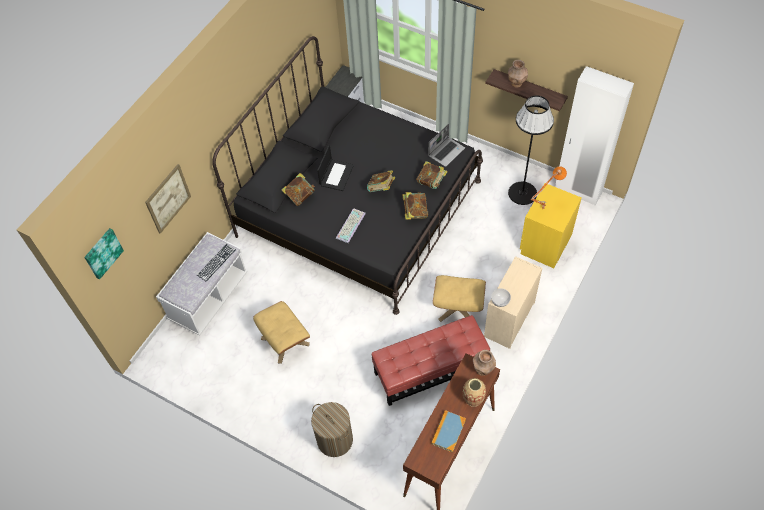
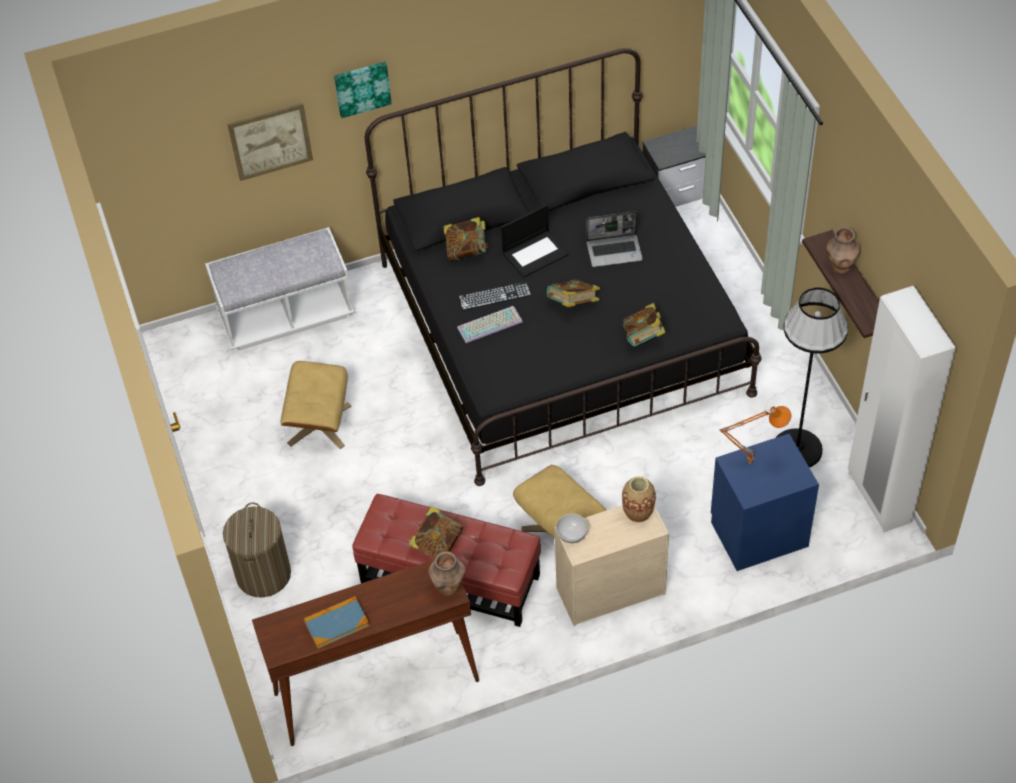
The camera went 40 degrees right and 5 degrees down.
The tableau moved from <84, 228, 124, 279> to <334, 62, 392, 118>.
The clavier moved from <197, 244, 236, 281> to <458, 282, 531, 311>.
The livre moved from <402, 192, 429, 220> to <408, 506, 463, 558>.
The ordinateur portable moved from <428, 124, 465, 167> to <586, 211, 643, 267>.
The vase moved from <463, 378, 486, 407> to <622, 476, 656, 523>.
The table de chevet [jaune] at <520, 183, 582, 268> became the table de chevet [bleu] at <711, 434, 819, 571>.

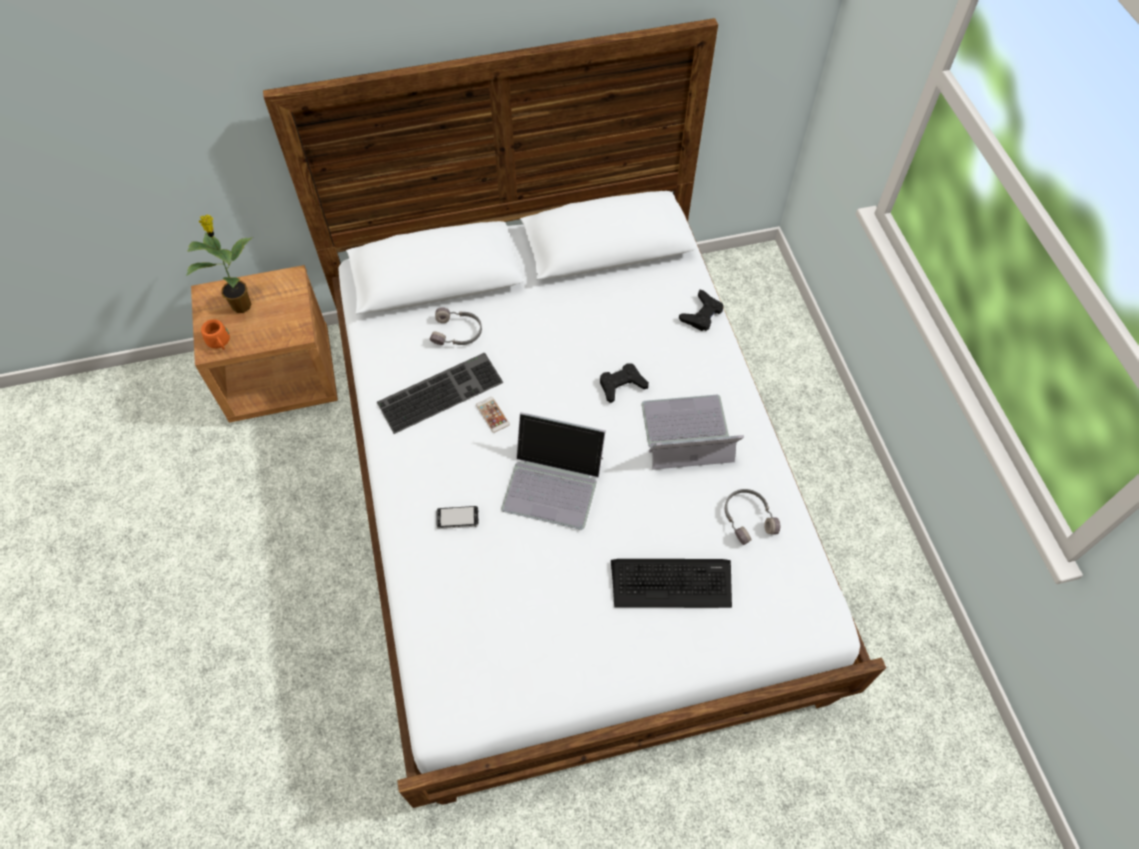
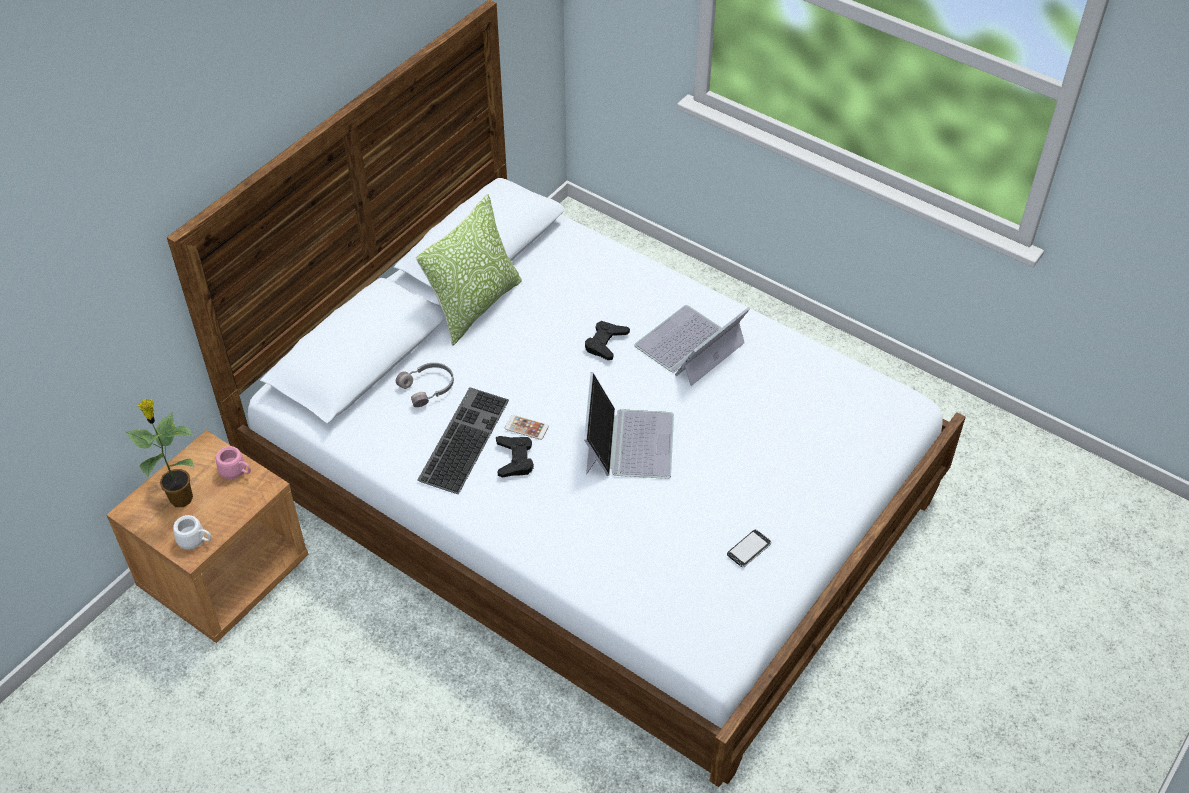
The camera went 40 degrees left and 10 degrees down.
The clavier at <611, 559, 732, 608> disappeared.
The casque audio [gris] at <725, 489, 780, 545> disappeared.
The mug [rose] at <216, 446, 251, 479> appeared.
The coussin at <416, 194, 522, 346> appeared.
The téléphone moved from <437, 506, 479, 529> to <727, 530, 772, 567>.
The manette [noir] moved from <679, 290, 723, 331> to <496, 436, 534, 478>.
The mug [orange] at <201, 319, 230, 350> became the mug [blanc] at <173, 515, 212, 550>.
The ordinateur portable at <501, 412, 606, 530> turned 60 degrees counterclockwise.

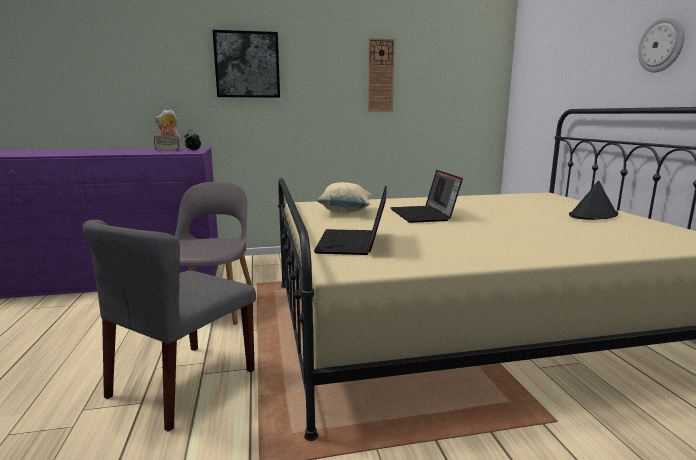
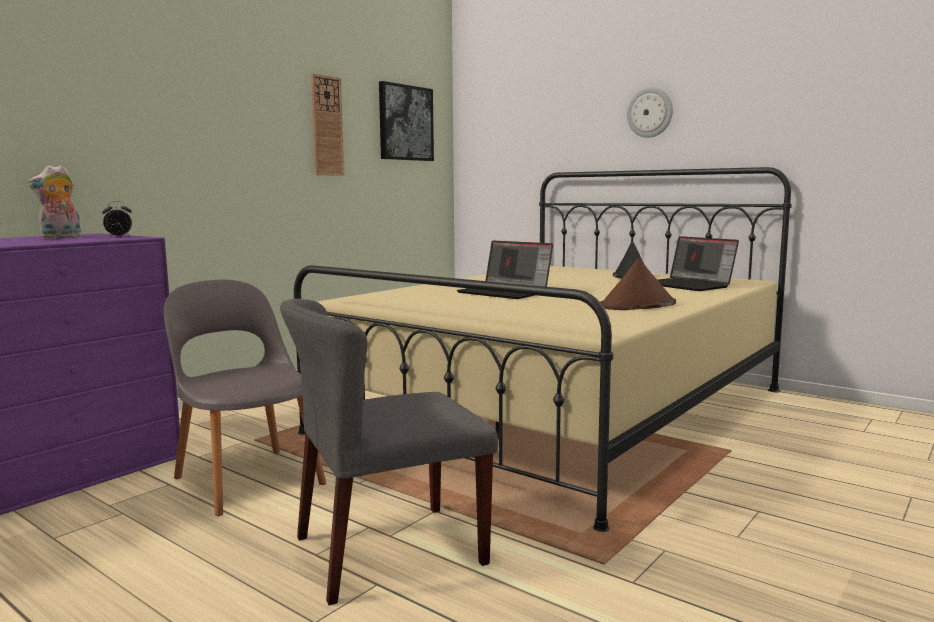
The camera went 40 degrees left and 5 degrees down.
The radio at <154, 124, 179, 152> disappeared.
The coussin [beige] at <317, 182, 372, 213> disappeared.
The chapeau [marron] at <600, 258, 676, 310> appeared.
The tableau moved from <212, 30, 280, 98> to <379, 81, 434, 161>.
The ordinateur portable moved from <314, 186, 387, 255> to <658, 236, 739, 291>.
The chaise [gris] at <82, 220, 256, 432> turned 75 degrees clockwise.

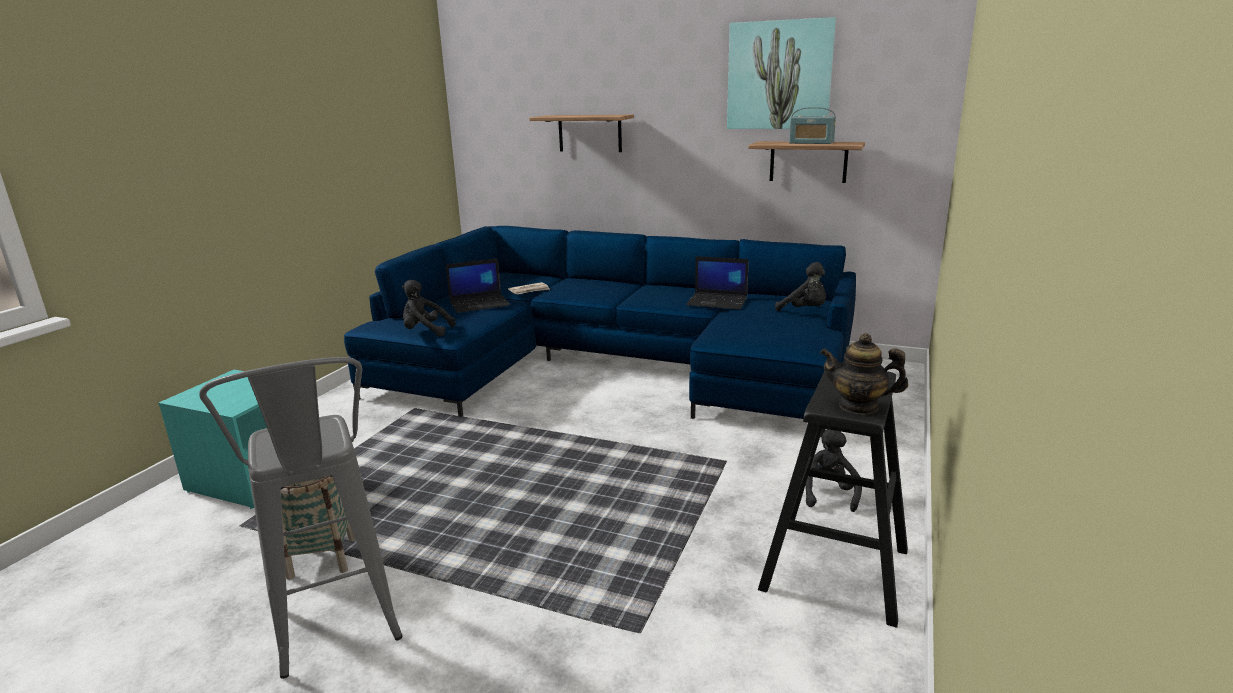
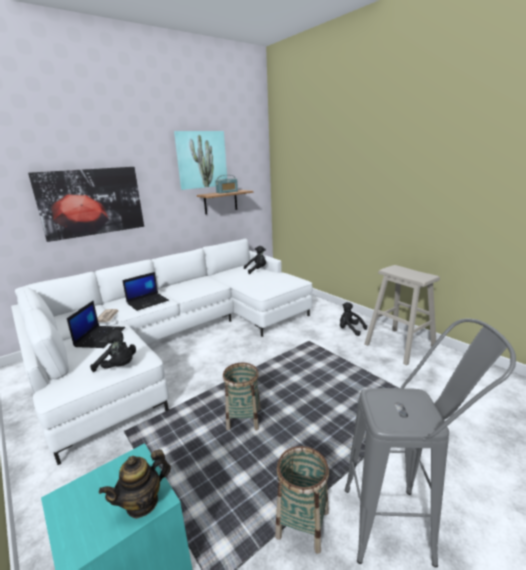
The camera went 60 degrees left and 0 degrees up.
The panier at <223, 363, 261, 431> appeared.
The ordinateur portable moved from <686, 256, 749, 309> to <122, 272, 169, 311>.
The théière moved from <820, 333, 908, 415> to <99, 449, 171, 519>.
The étagère at <529, 115, 634, 152> was replaced by the tableau at <28, 167, 144, 242>.
The canapé [bleu] at <344, 226, 856, 438> became the canapé [blanc] at <11, 239, 313, 465>.
The tabouret [noir] at <758, 371, 908, 628> became the tabouret [beige] at <364, 265, 440, 366>.
The peluche [noir] at <402, 280, 455, 336> turned 105 degrees counterclockwise.

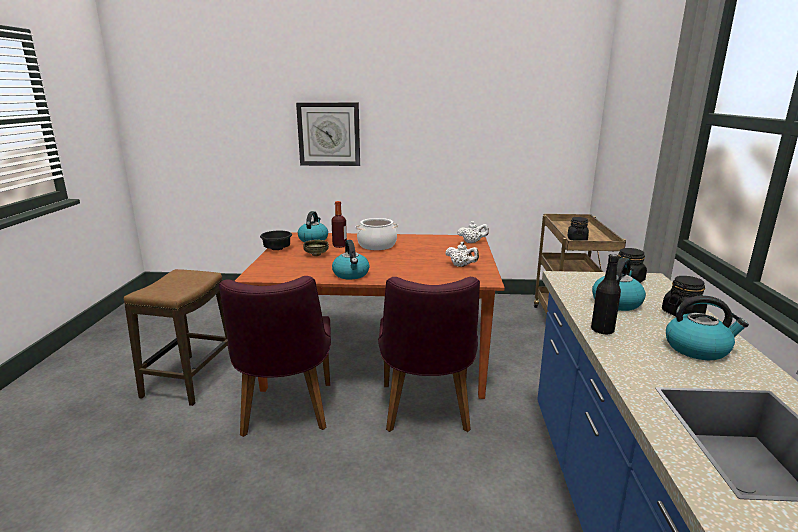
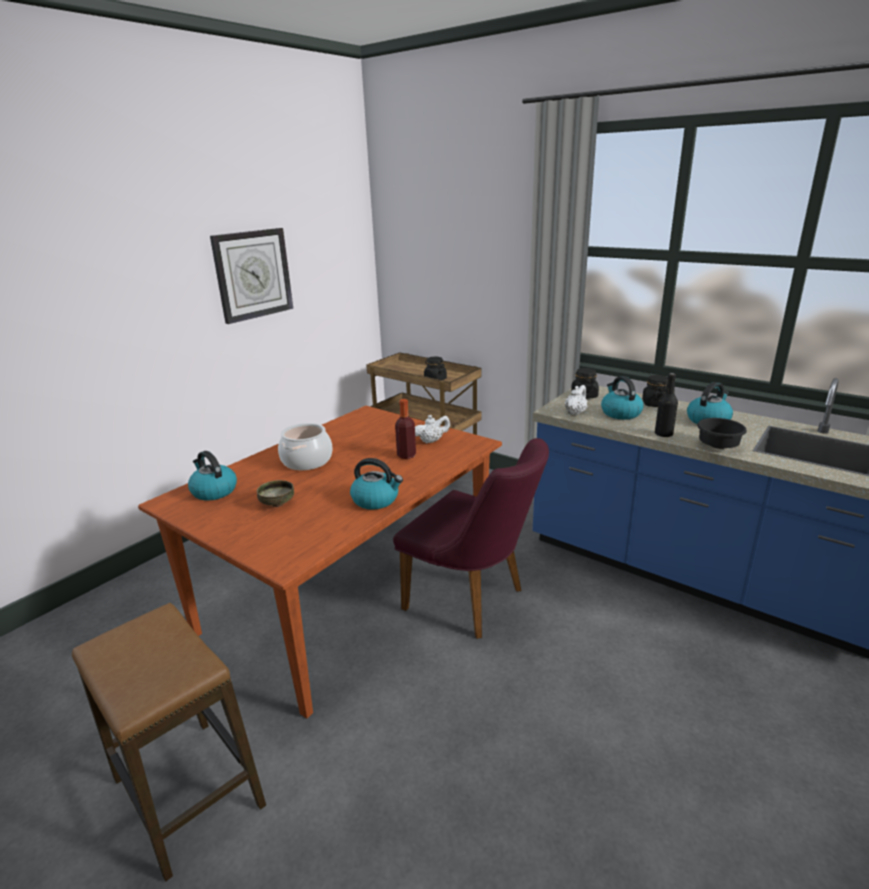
The camera went 55 degrees left and 5 degrees up.
The chaise [violet] at <219, 276, 331, 437> disappeared.
The bol [noir] moved from <260, 231, 292, 250> to <697, 418, 747, 449>.
The horloge murale moved from <296, 102, 360, 166> to <210, 228, 293, 324>.
The bouteille moved from <331, 201, 347, 248> to <395, 399, 416, 459>.
The théière [blanc] moved from <457, 221, 489, 243> to <565, 385, 588, 416>.

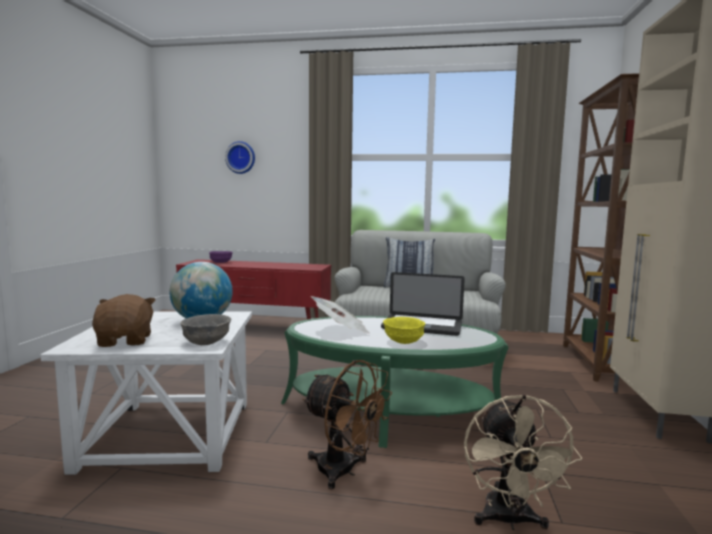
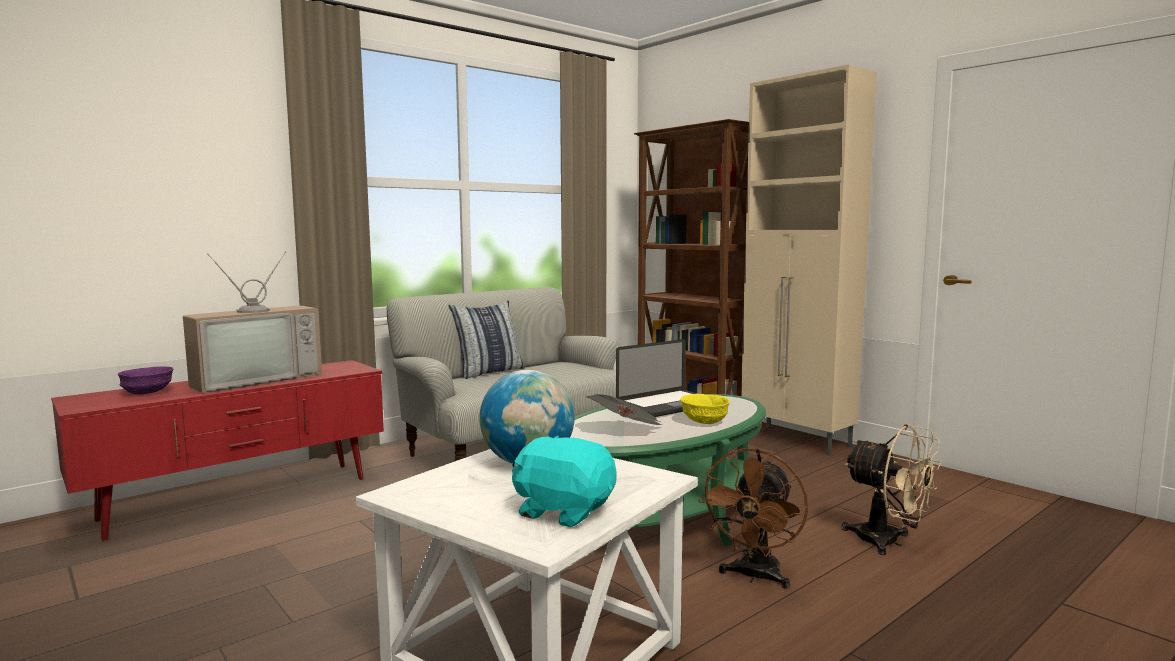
The camera went 50 degrees left and 0 degrees up.
The bol [gris] at <180, 314, 231, 345> disappeared.
The horloge murale at <225, 141, 255, 174> disappeared.
The téléviseur at <183, 251, 322, 393> appeared.
The peluche [marron] at <92, 294, 155, 347> became the peluche [turquoise] at <512, 436, 617, 527>.
The ventilateur [marron] at <302, 360, 392, 489> turned 135 degrees clockwise.

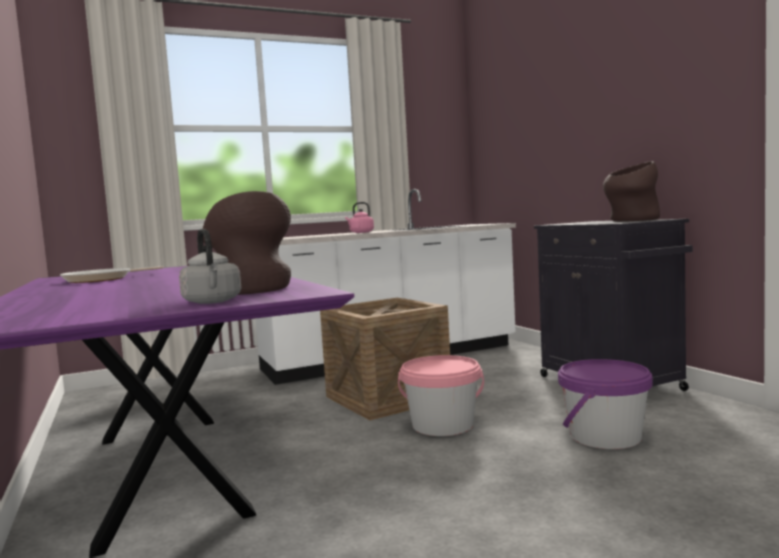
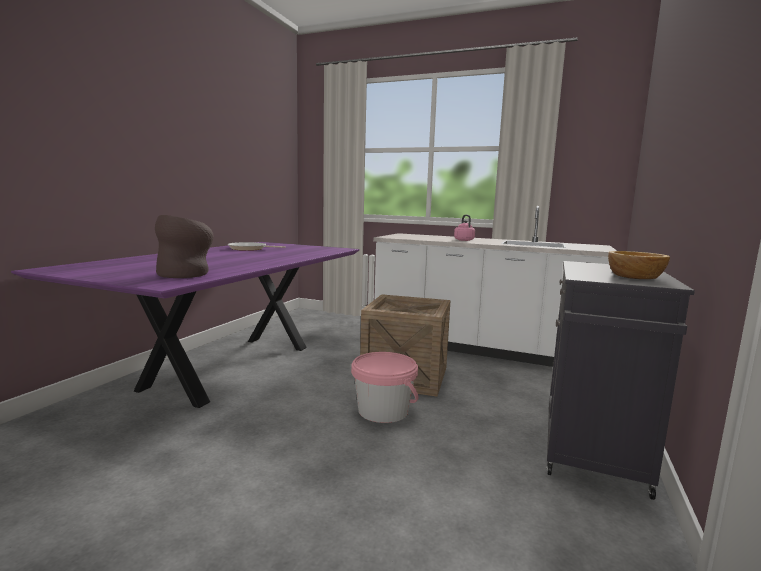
The camera went 45 degrees right and 5 degrees up.
The bouilloire [gris] at <179, 229, 242, 304> disappeared.
The seau [violet] at <558, 359, 653, 449> disappeared.
The vase [marron] at <603, 161, 660, 222> was replaced by the bol at <608, 251, 670, 279>.

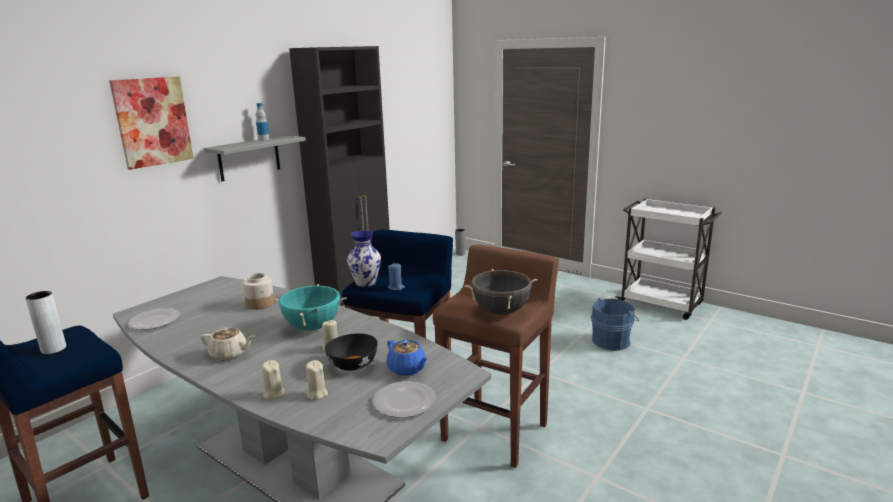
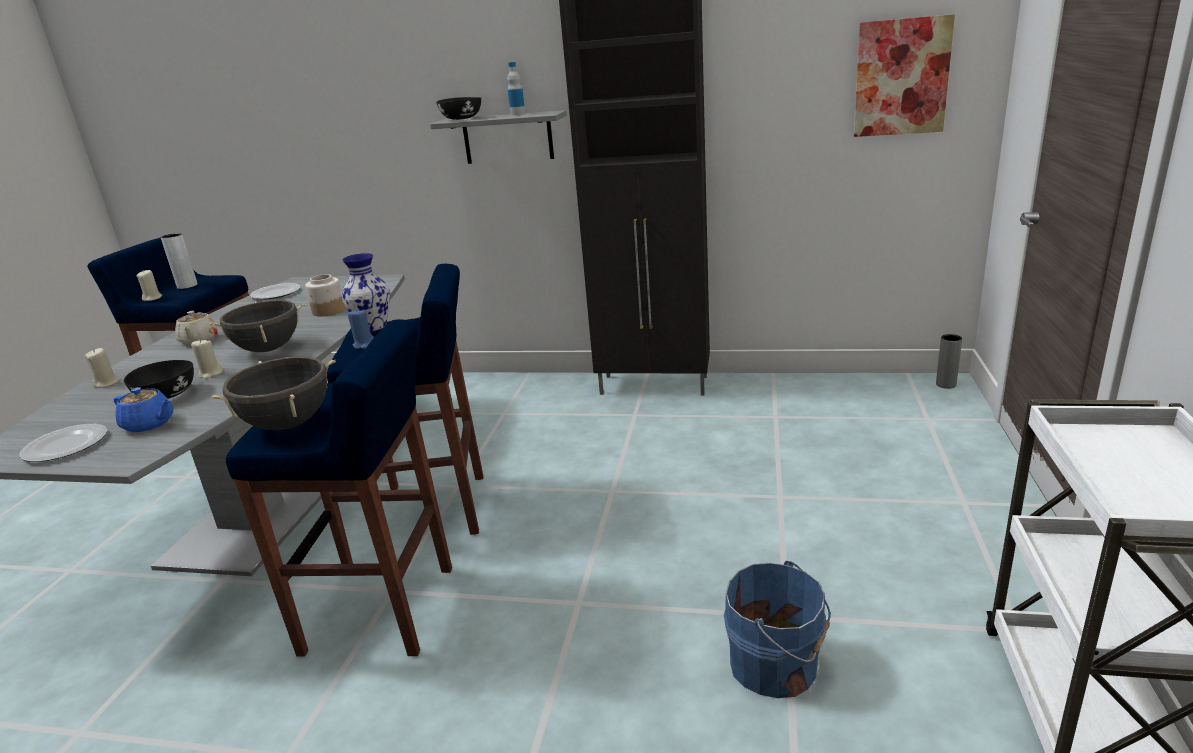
The camera went 65 degrees right and 5 degrees up.
The bol [noir] at <436, 97, 481, 120> appeared.
The tableau moved from <109, 77, 194, 170> to <853, 14, 955, 137>.
The bougie [beige] moved from <306, 360, 328, 400> to <137, 270, 162, 301>.
The marmite [turquoise] at <273, 284, 347, 331> became the marmite [noir] at <209, 300, 305, 352>.
The tabouret [marron] at <433, 244, 559, 468> became the tabouret [bleu] at <226, 319, 452, 657>.
The théière [bleu] at <386, 340, 427, 376> turned 90 degrees counterclockwise.

